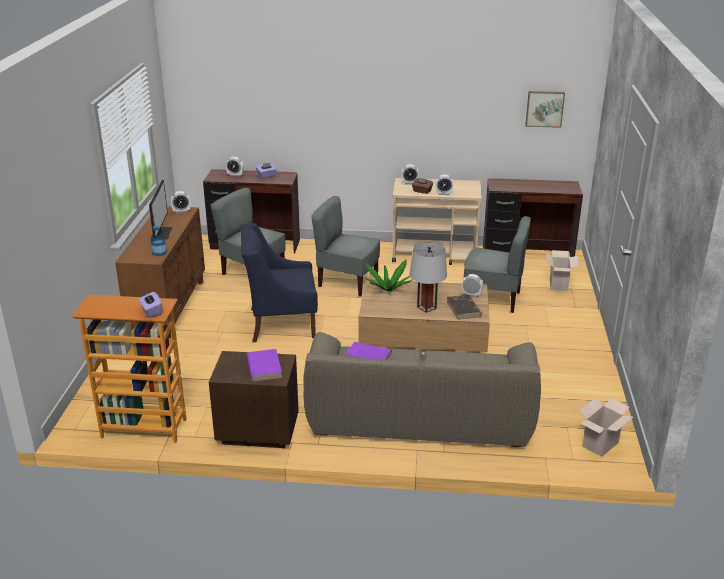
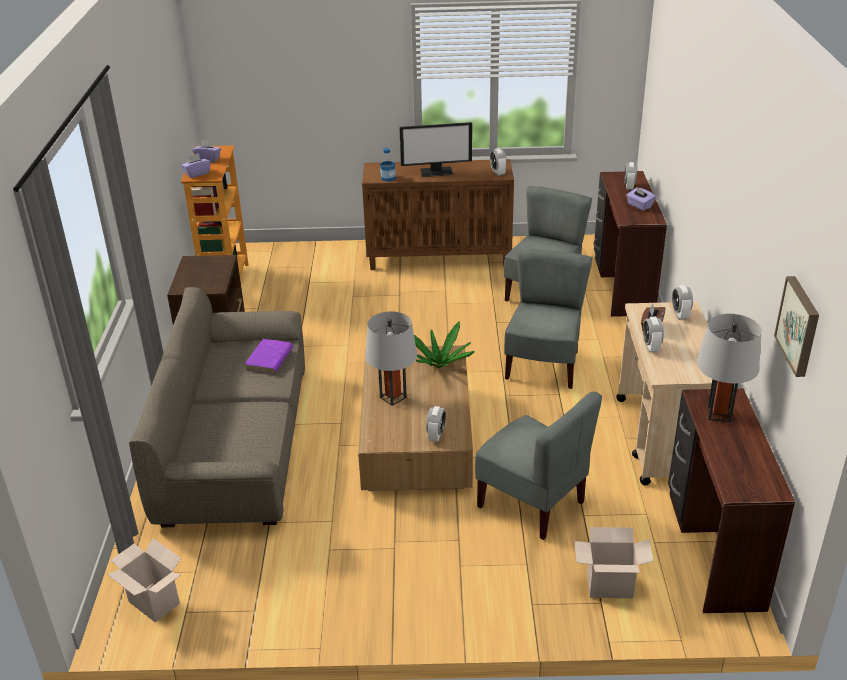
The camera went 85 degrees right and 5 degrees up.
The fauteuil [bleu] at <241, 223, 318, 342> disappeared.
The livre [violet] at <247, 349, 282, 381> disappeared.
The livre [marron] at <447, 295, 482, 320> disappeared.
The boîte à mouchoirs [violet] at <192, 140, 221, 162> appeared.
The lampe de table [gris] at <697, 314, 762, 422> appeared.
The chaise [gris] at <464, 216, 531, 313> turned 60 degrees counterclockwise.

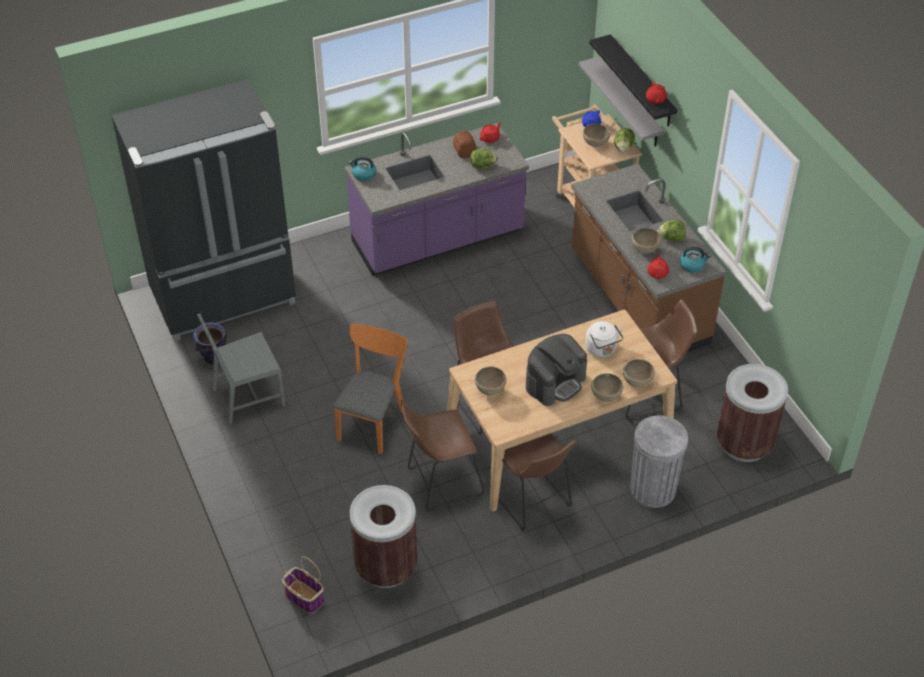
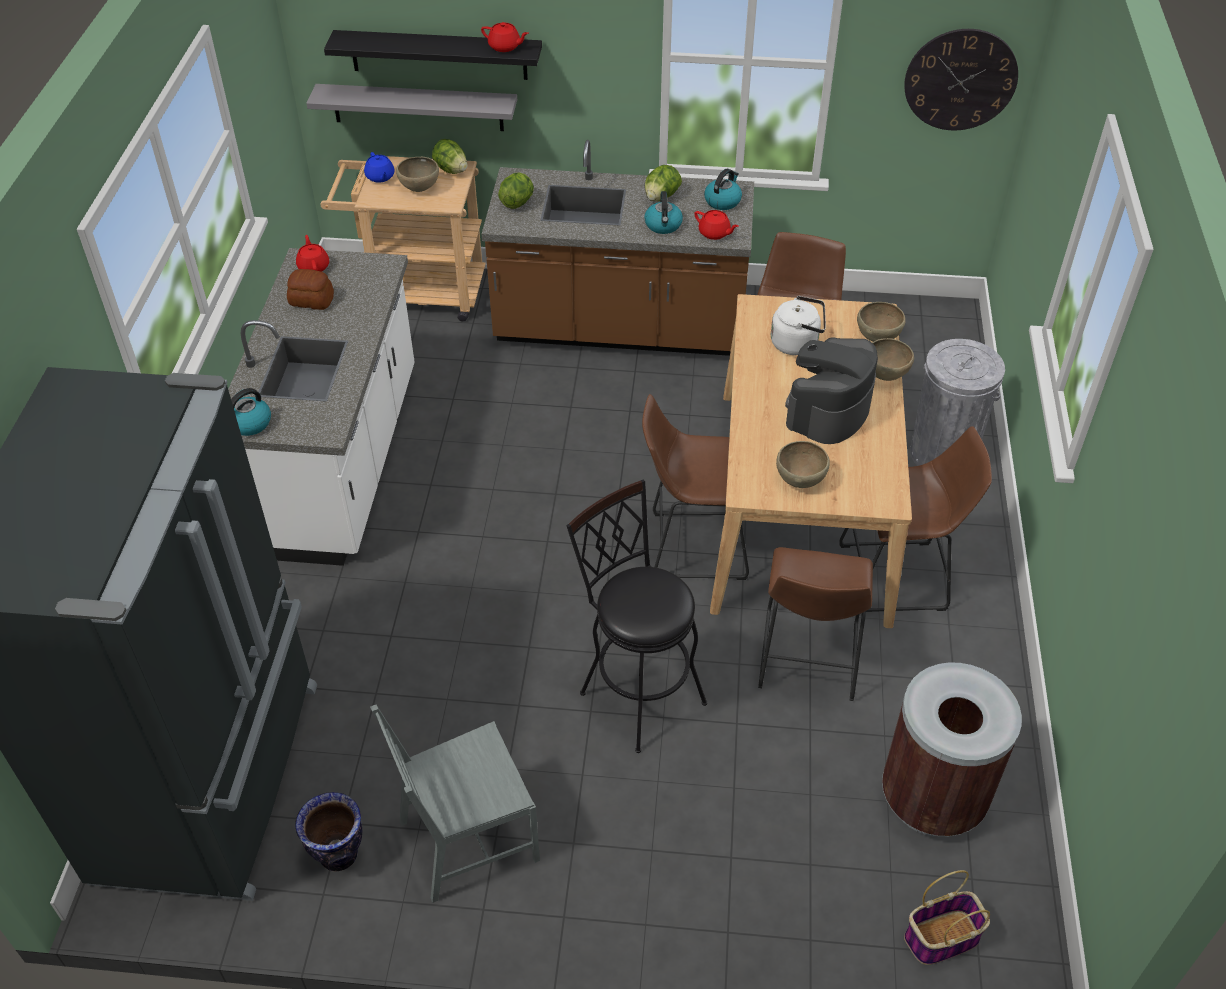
The camera went 60 degrees left and 0 degrees up.
The poubelle [marron] at <716, 364, 788, 462> disappeared.
The horloge murale at <904, 29, 1018, 130> appeared.
The laitue moved from <470, 148, 497, 169> to <498, 173, 534, 209>.
The chaise [orange] at <333, 324, 408, 454> was replaced by the tabouret [noir] at <567, 480, 707, 753>.
The bol [marron] at <632, 228, 661, 254> was replaced by the bouilloire at <644, 191, 683, 234>.
The comptoir de cuisine [violet] at <345, 123, 529, 276> became the comptoir de cuisine [blanc] at <228, 248, 415, 566>.
The chaise [gris] at <197, 314, 286, 424> turned 60 degrees clockwise.
The machine à café at <526, 334, 587, 406> turned 135 degrees counterclockwise.

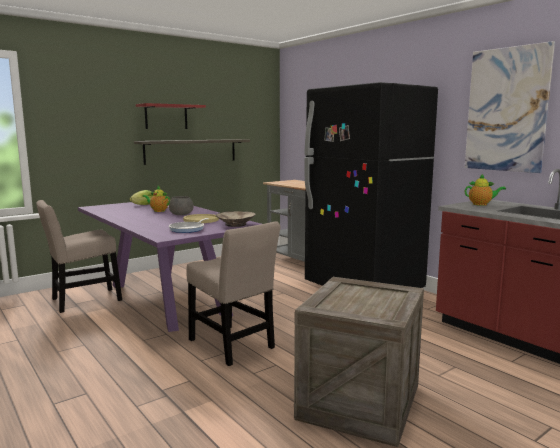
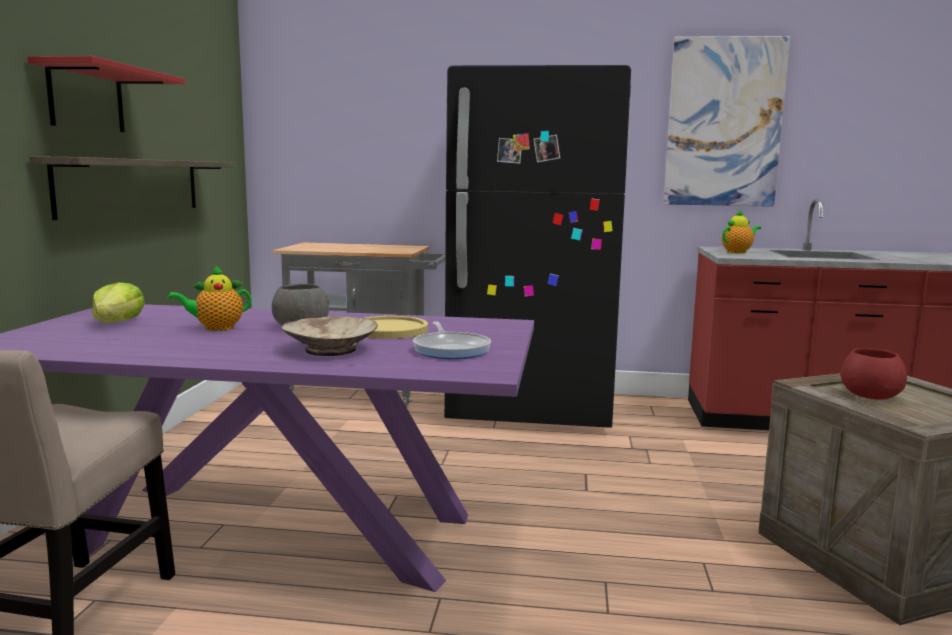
The camera went 45 degrees left and 0 degrees up.
The chaise [beige] at <186, 221, 281, 366> disappeared.
The bol [rouge] at <841, 348, 907, 400> appeared.
The bol [beige] moved from <216, 211, 256, 227> to <281, 316, 378, 356>.

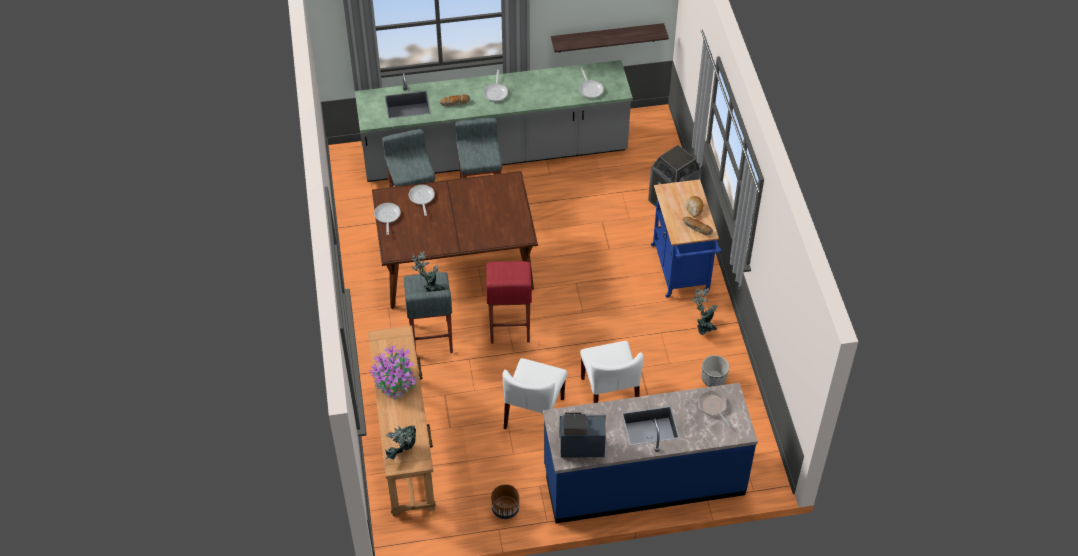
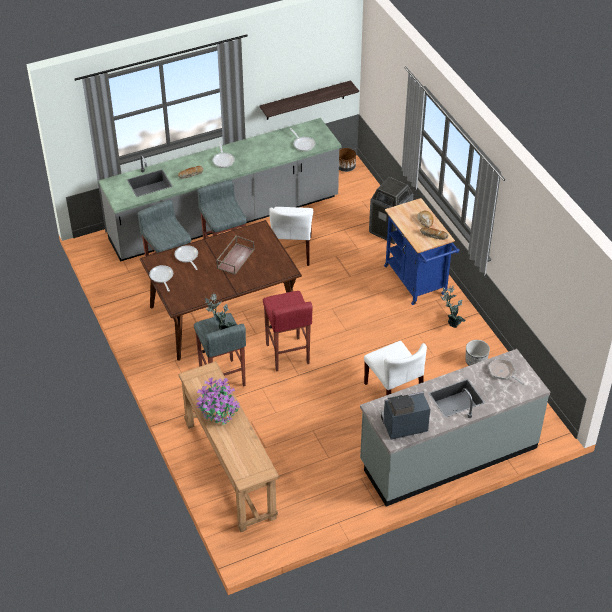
The camera went 15 degrees left and 5 degrees down.
The plante en pot at <385, 425, 416, 460> disappeared.
The plateau [marron] at <216, 235, 254, 275> appeared.
The cache-pot [marron] moved from <491, 484, 519, 519> to <339, 148, 356, 172>.
The chaise [blanc] moved from <503, 358, 568, 429> to <269, 207, 313, 266>.
The comptoir de cuisine [bleu] at <543, 383, 758, 524> became the comptoir de cuisine [gris] at <360, 349, 550, 507>.

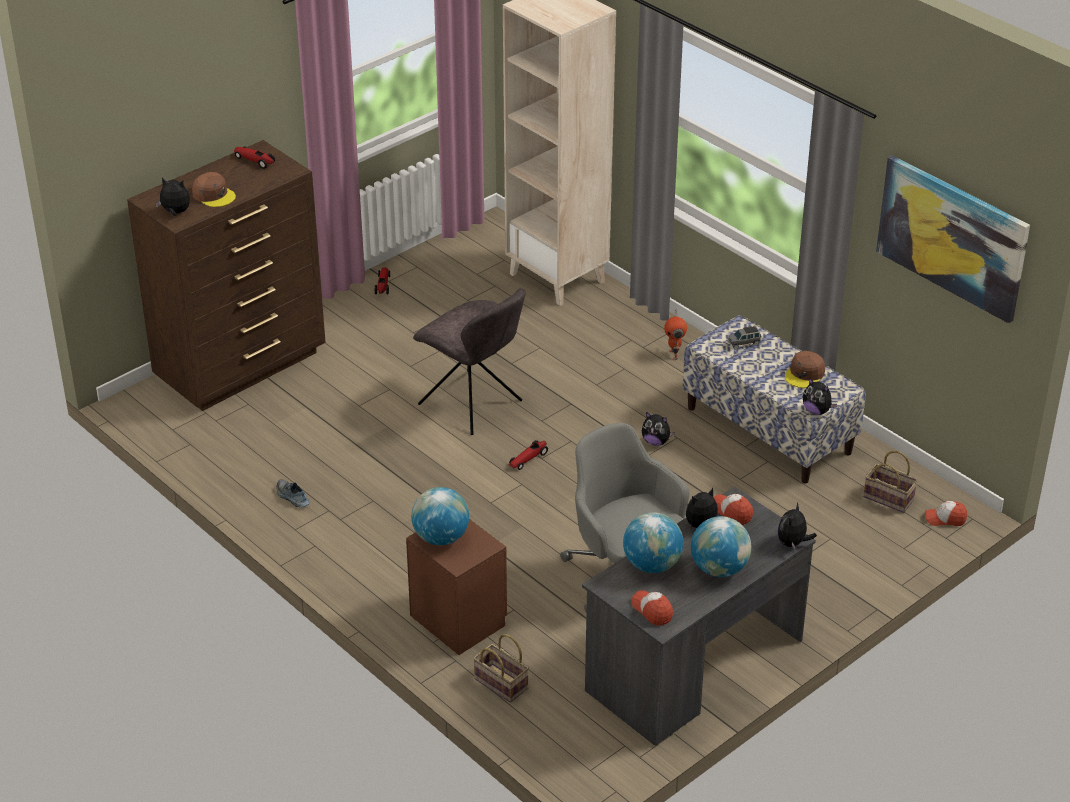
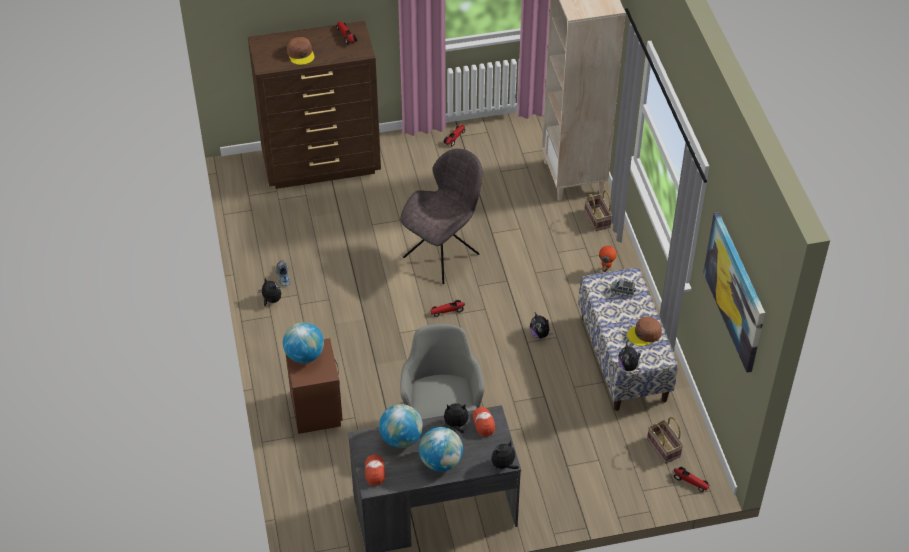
The camera went 30 degrees right and 10 degrees up.
The peluche moved from <155, 178, 190, 216> to <258, 278, 281, 306>.
The panier moved from <473, 634, 529, 703> to <584, 190, 612, 231>.
The casquette at <925, 501, 967, 526> was replaced by the petite voiture at <674, 467, 709, 492>.
The chaise [gris] at <413, 288, 526, 435> turned 120 degrees counterclockwise.

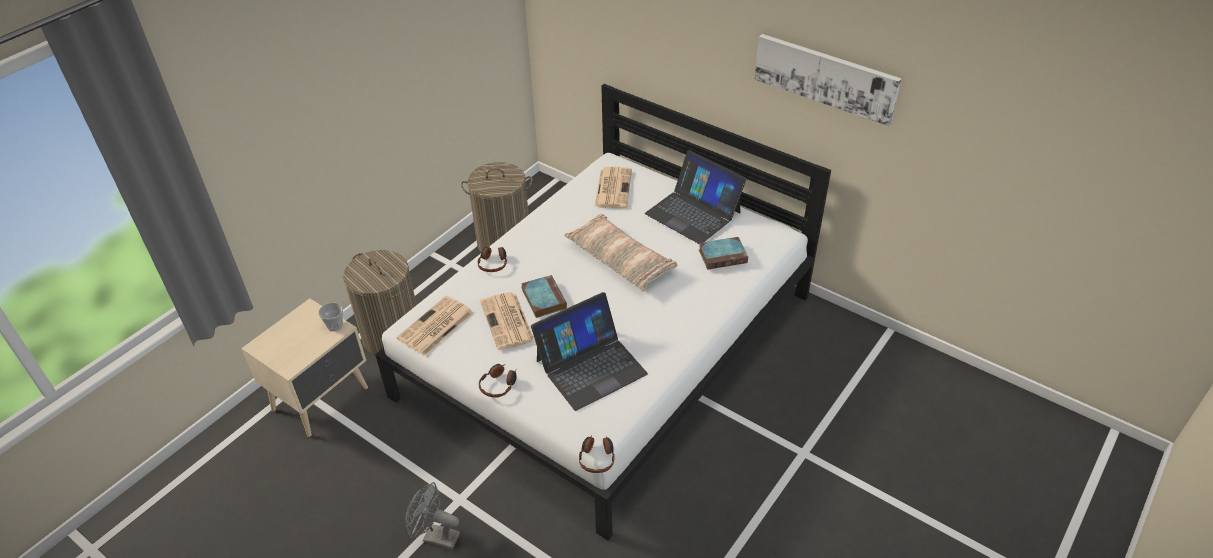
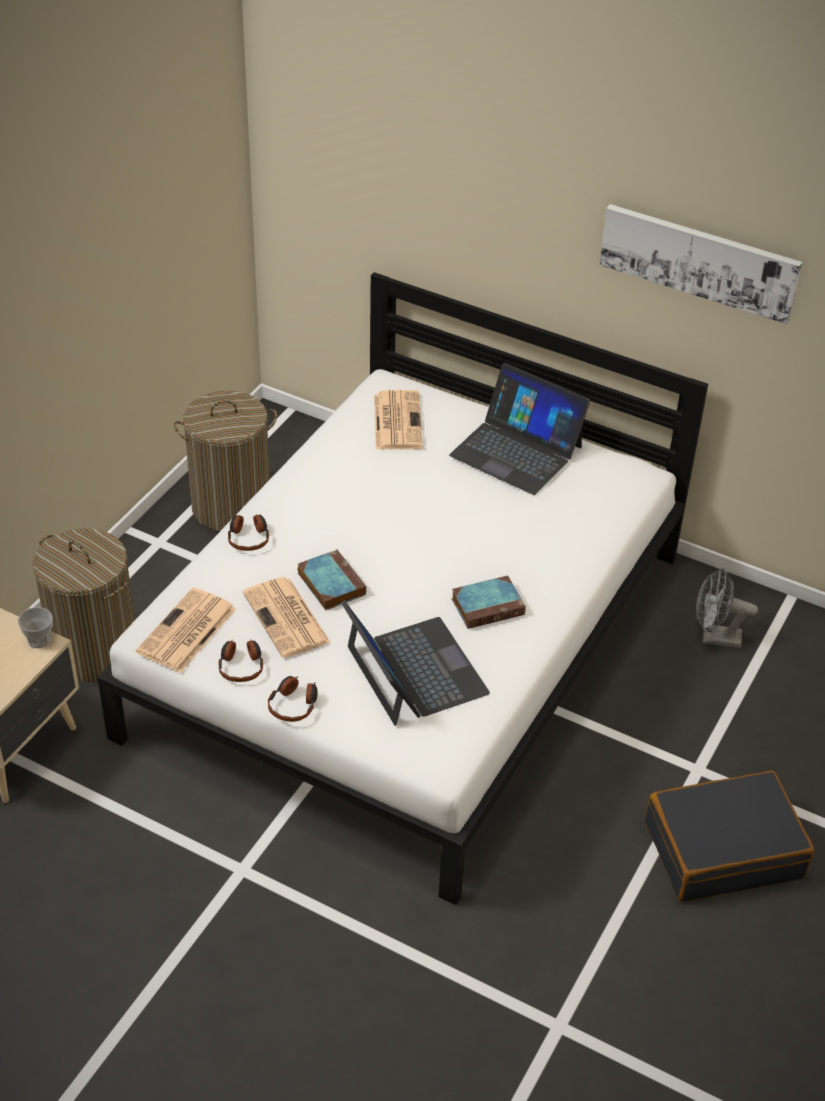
The camera went 10 degrees left and 0 degrees up.
The coussin at <564, 214, 677, 291> disappeared.
The valise [noir] at <645, 770, 814, 902> appeared.
The ventilateur [gris] moved from <405, 482, 460, 550> to <696, 568, 758, 648>.
The casque audio moved from <579, 435, 615, 473> to <219, 639, 263, 682>.
The livre moved from <699, 237, 748, 270> to <451, 576, 526, 629>.
The ordinateur portable at <531, 292, 648, 411> turned 75 degrees counterclockwise.

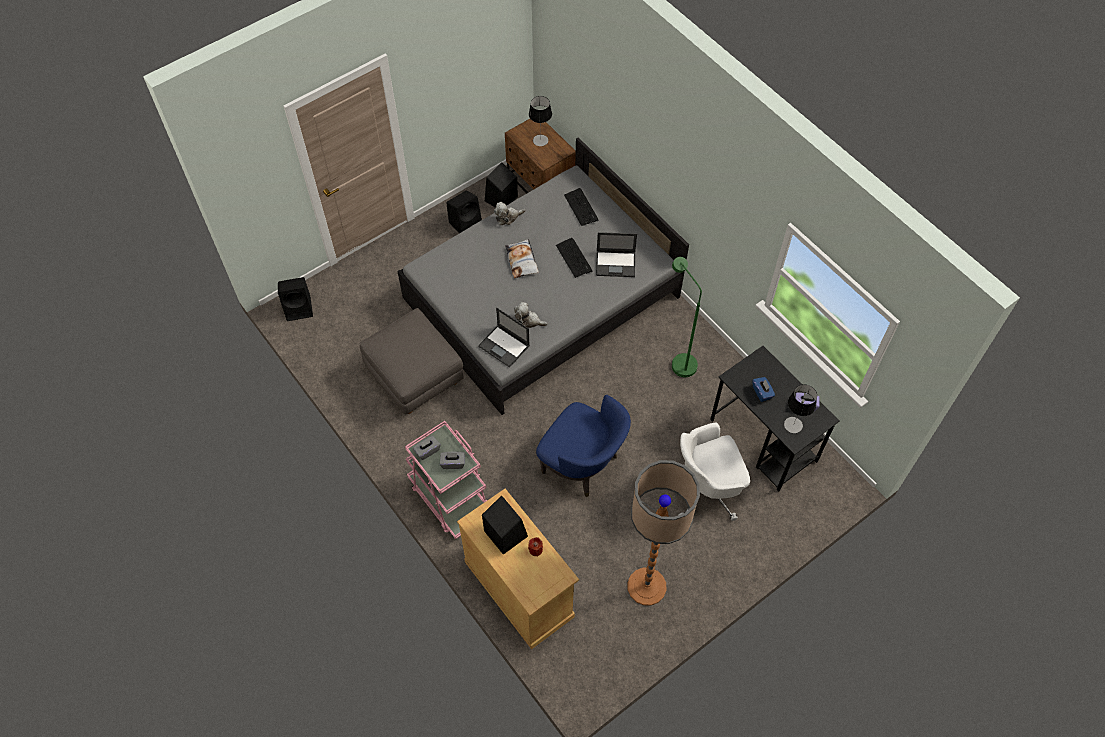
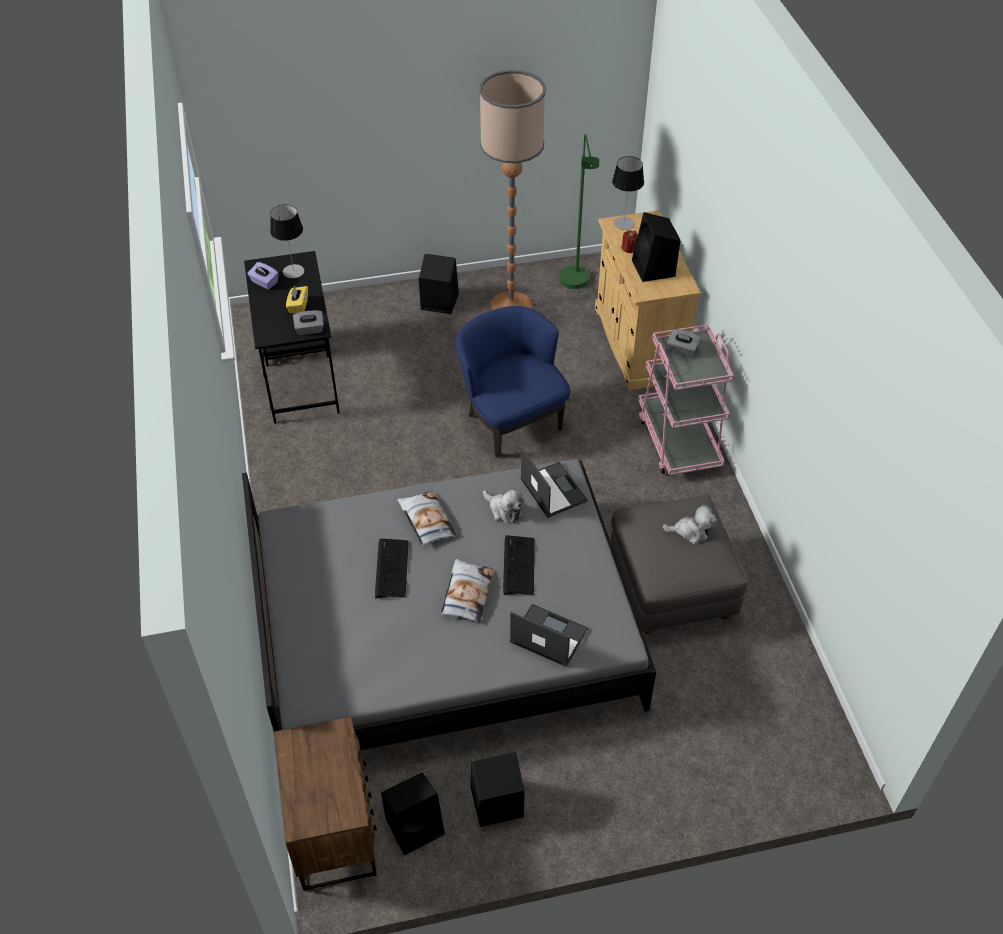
The camera went 155 degrees left and 10 degrees down.
The chaise de bureau [blanc] at <678, 423, 750, 521> disappeared.
The coussin at <398, 491, 457, 546> appeared.
The enceinte [noir] moved from <278, 277, 313, 321> to <419, 254, 459, 314>.
The boîte à mouchoirs [gris] moved from <413, 436, 441, 460> to <293, 310, 324, 335>.
The peluche moved from <494, 202, 526, 225> to <662, 505, 717, 544>.
The lampe de table moved from <529, 96, 552, 146> to <612, 156, 644, 230>.
The clavier moved from <564, 188, 599, 226> to <503, 535, 534, 595>.
The ordinateur portable moved from <596, 232, 637, 277> to <510, 604, 588, 667>.
The lampadaire [vert] moved from <672, 257, 702, 377> to <559, 134, 599, 289>.
The boîte à mouchoirs [bleu] at <753, 377, 775, 402> became the boîte à mouchoirs [jaune] at <286, 286, 308, 314>.

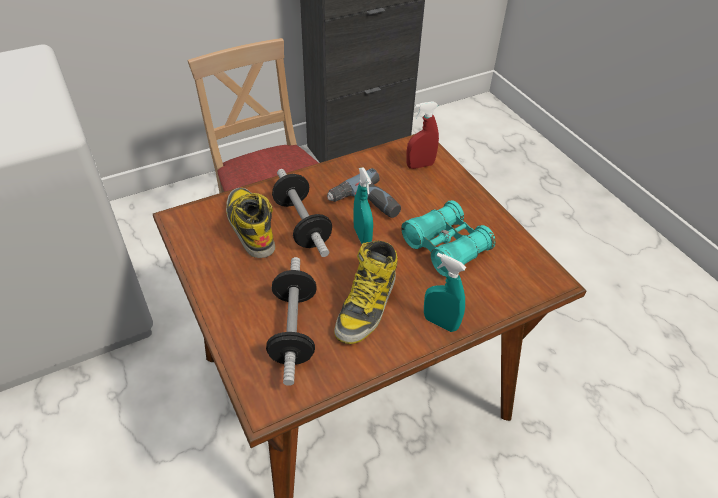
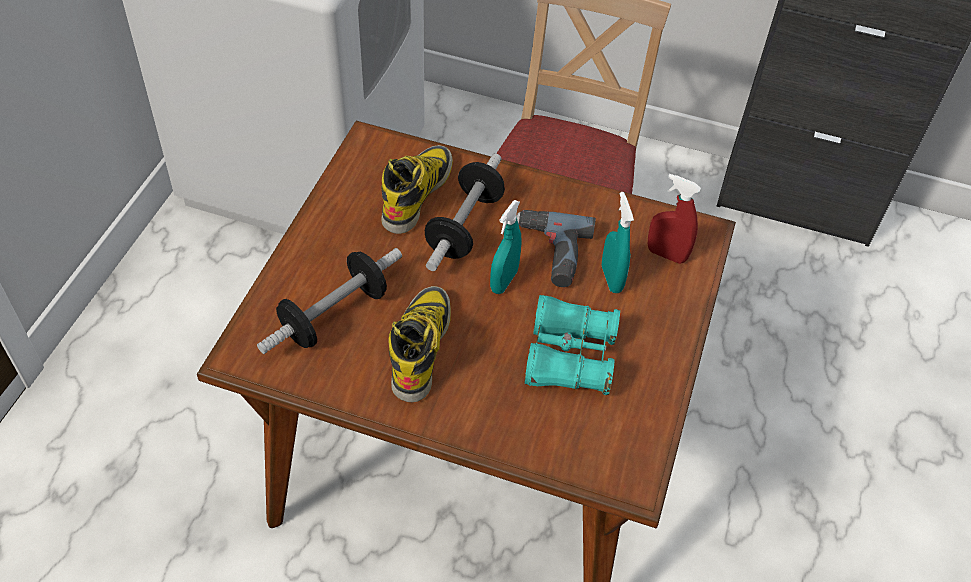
The camera went 45 degrees right and 5 degrees up.
The vaporisateur [turquoise] moved from <424, 252, 466, 332> to <602, 192, 634, 293>.
The botte at <334, 241, 398, 344> turned 120 degrees clockwise.

